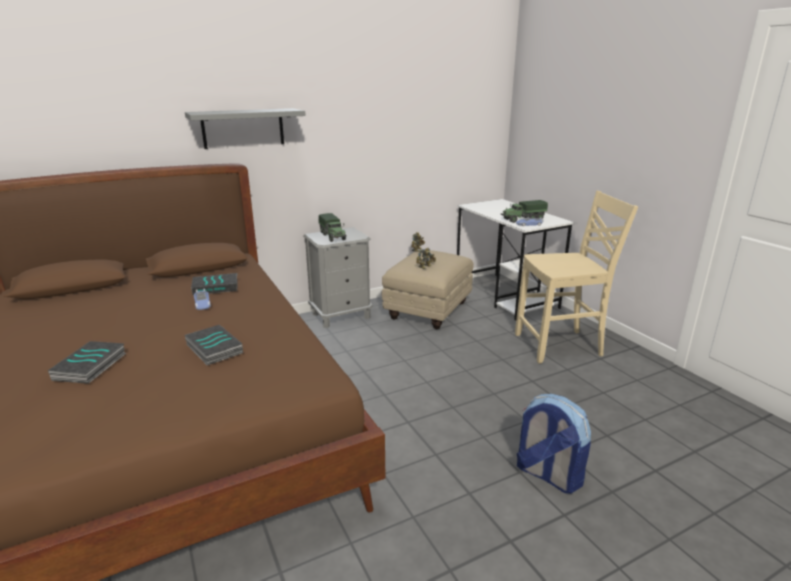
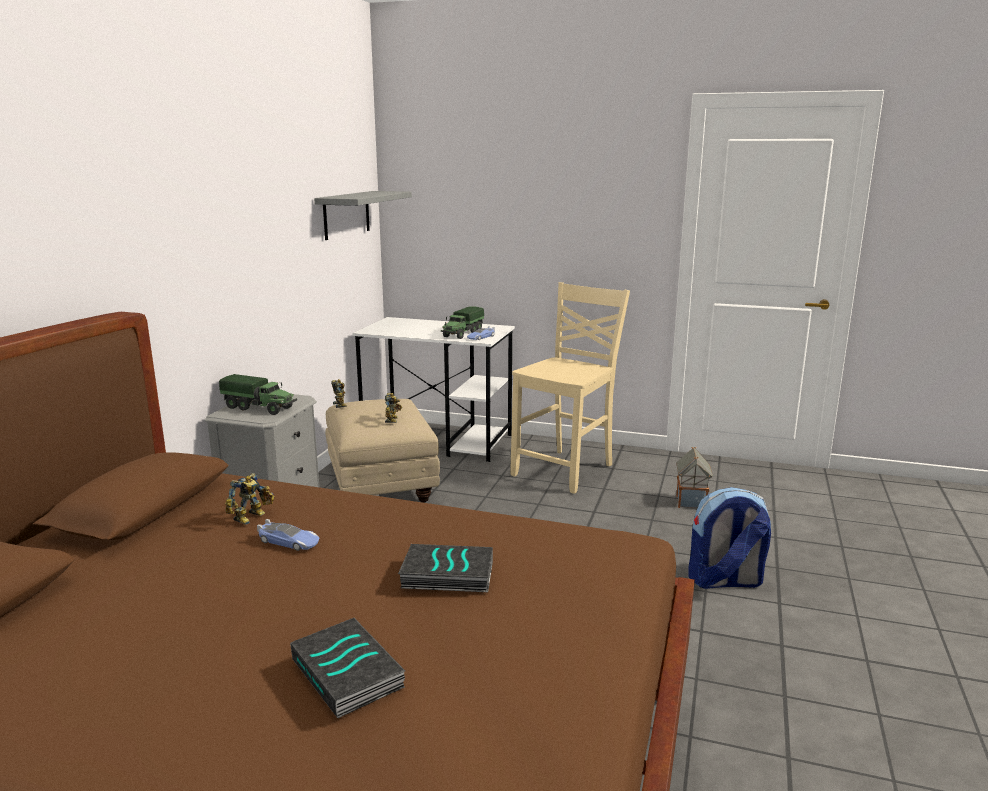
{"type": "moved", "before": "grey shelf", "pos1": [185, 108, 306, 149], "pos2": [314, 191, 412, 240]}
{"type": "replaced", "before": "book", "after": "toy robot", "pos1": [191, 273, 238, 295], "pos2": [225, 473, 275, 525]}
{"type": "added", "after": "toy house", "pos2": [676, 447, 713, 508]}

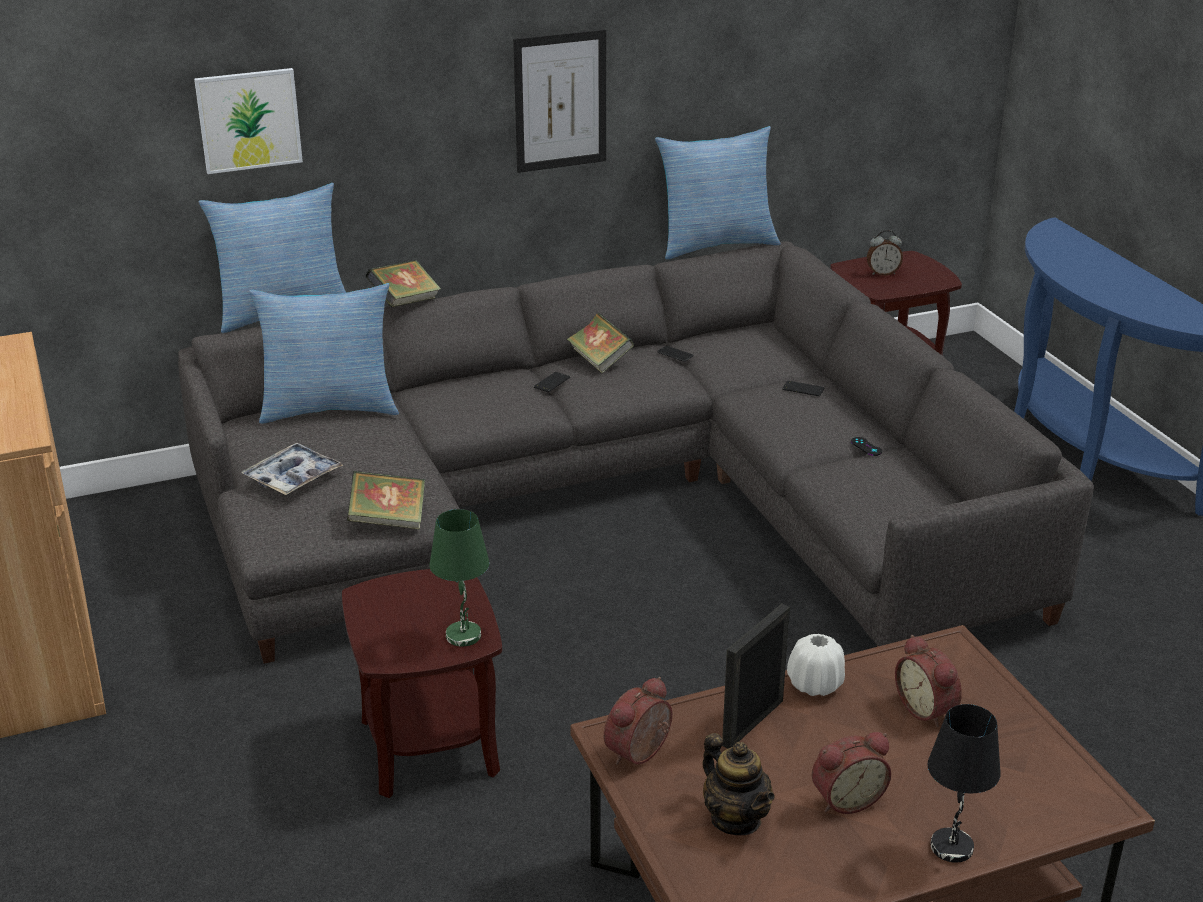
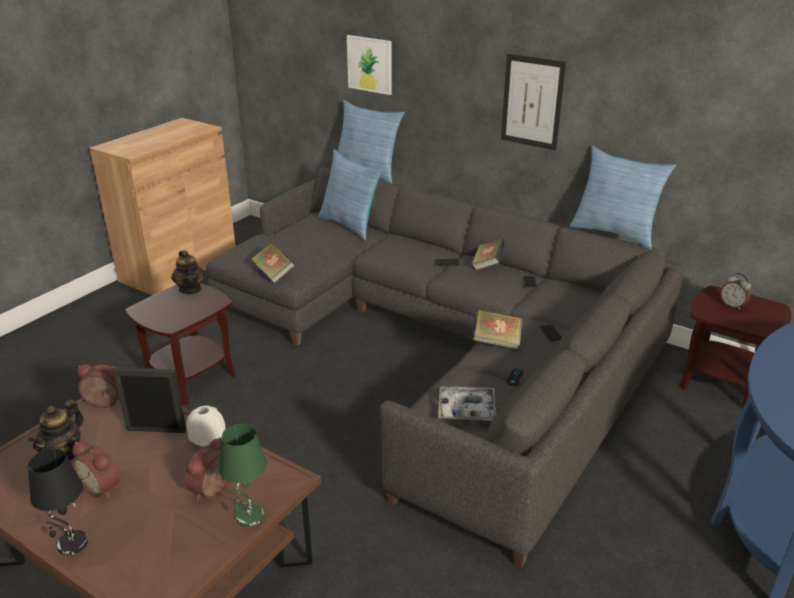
{"type": "moved", "before": "book", "pos1": [365, 260, 441, 307], "pos2": [472, 309, 522, 349]}
{"type": "moved", "before": "tray", "pos1": [242, 443, 343, 495], "pos2": [438, 386, 496, 421]}
{"type": "moved", "before": "green table lamp", "pos1": [430, 509, 489, 647], "pos2": [219, 424, 267, 527]}
{"type": "added", "after": "teapot", "pos2": [171, 250, 205, 294]}

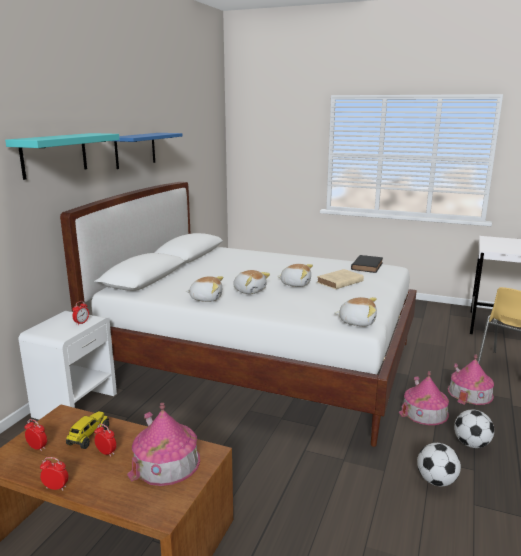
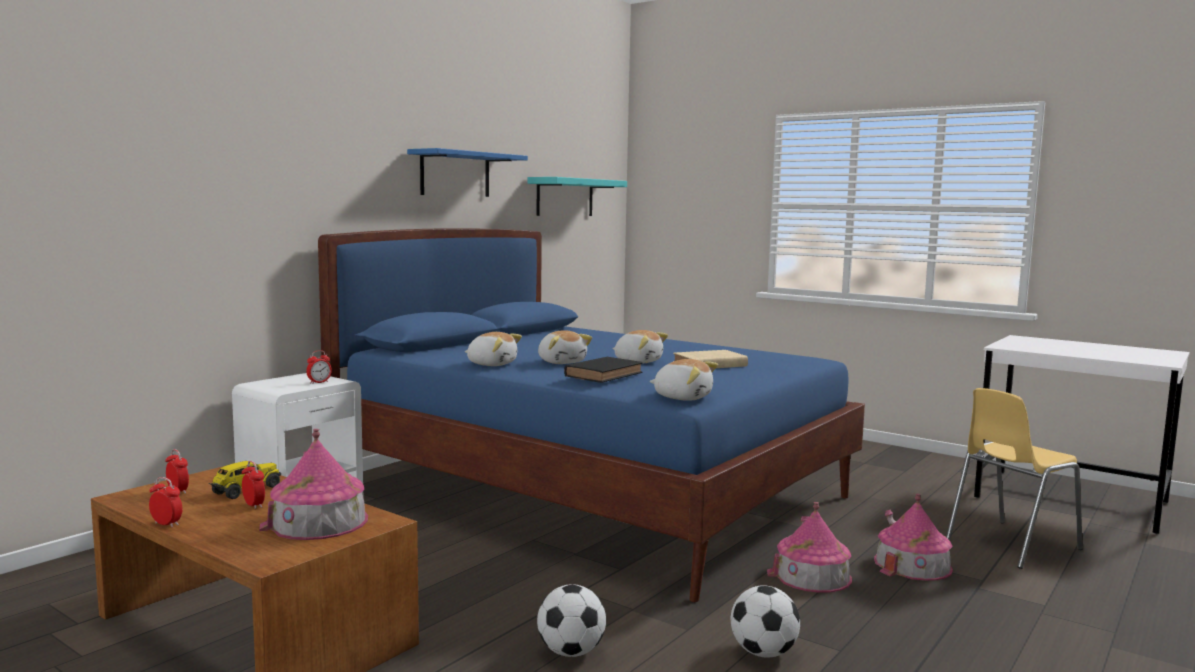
{"type": "moved", "before": "turquoise shelf", "pos1": [5, 133, 120, 180], "pos2": [528, 177, 627, 216]}
{"type": "recoloured", "before": "white bed", "after": "blue bed", "pos1": [60, 182, 417, 447], "pos2": [318, 228, 865, 602]}
{"type": "moved", "before": "black book", "pos1": [351, 255, 383, 273], "pos2": [564, 357, 643, 383]}
{"type": "moved", "before": "football", "pos1": [454, 410, 494, 448], "pos2": [537, 584, 606, 657]}

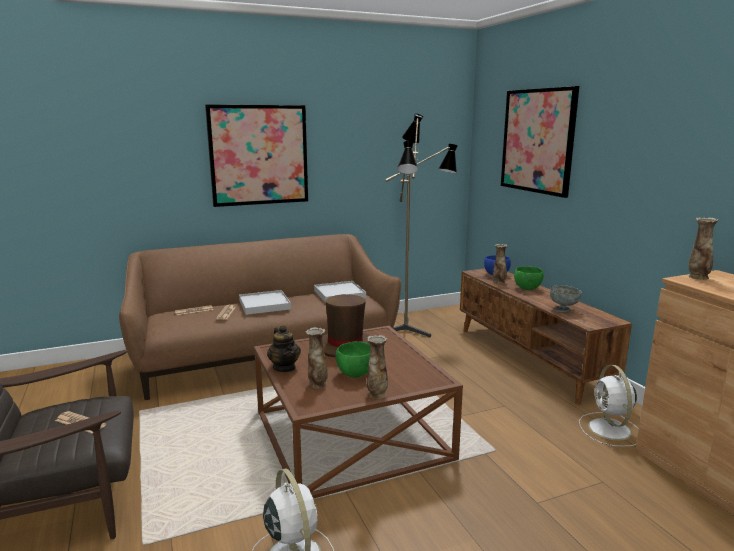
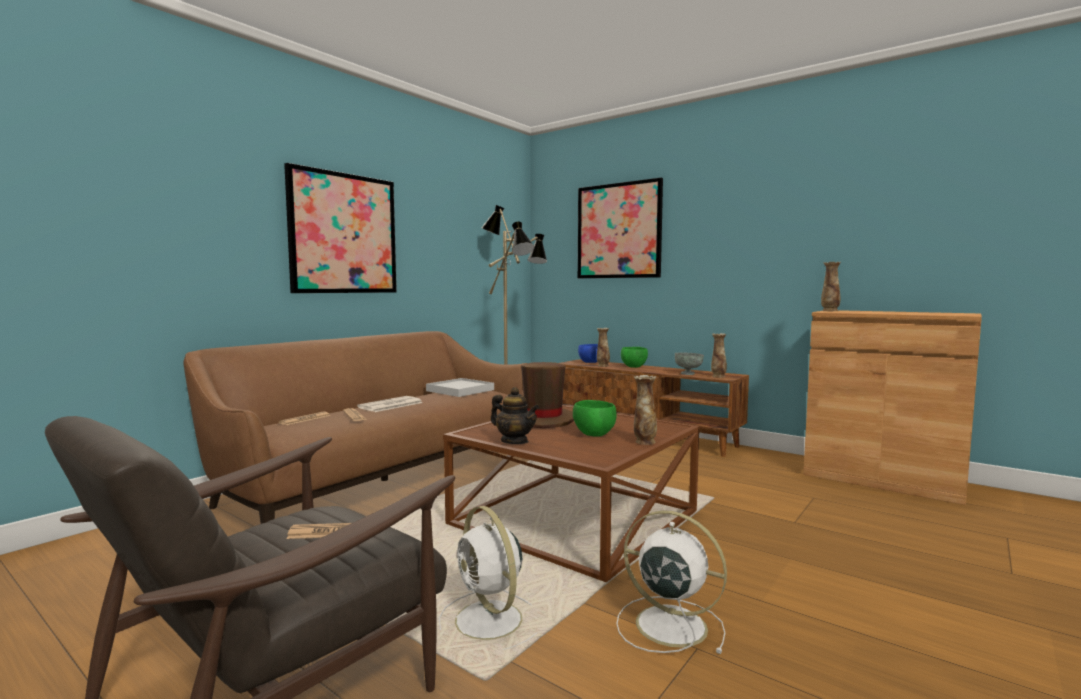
{"type": "replaced", "before": "white tray", "after": "newspaper", "pos1": [239, 290, 291, 315], "pos2": [357, 396, 423, 412]}
{"type": "moved", "before": "vase", "pos1": [305, 327, 328, 388], "pos2": [711, 333, 727, 378]}
{"type": "moved", "before": "white fan", "pos1": [579, 365, 639, 447], "pos2": [439, 506, 538, 650]}

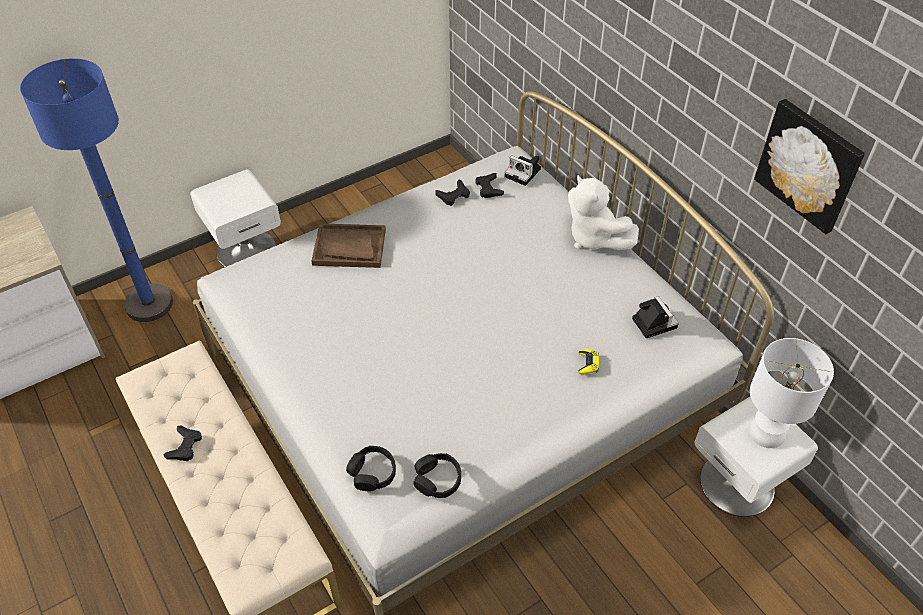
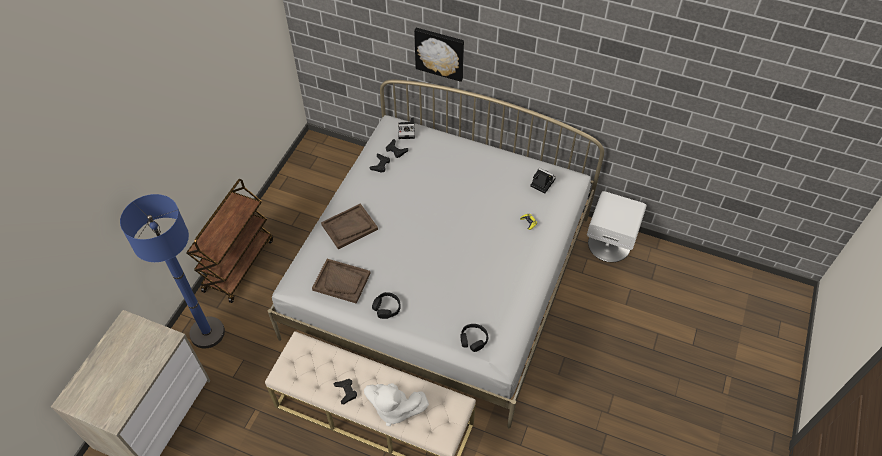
{"type": "moved", "before": "picture", "pos1": [754, 99, 865, 234], "pos2": [414, 28, 464, 82]}
{"type": "replaced", "before": "white nightstand", "after": "brown cart", "pos1": [190, 169, 281, 267], "pos2": [187, 179, 273, 303]}
{"type": "moved", "before": "white plush toy", "pos1": [568, 175, 639, 250], "pos2": [364, 383, 429, 426]}
{"type": "removed", "before": "white table lamp", "pos1": [749, 338, 834, 448]}
{"type": "moved", "before": "black headphones", "pos1": [414, 453, 461, 498], "pos2": [372, 292, 401, 319]}
{"type": "added", "after": "brown tray", "pos2": [312, 259, 371, 304]}

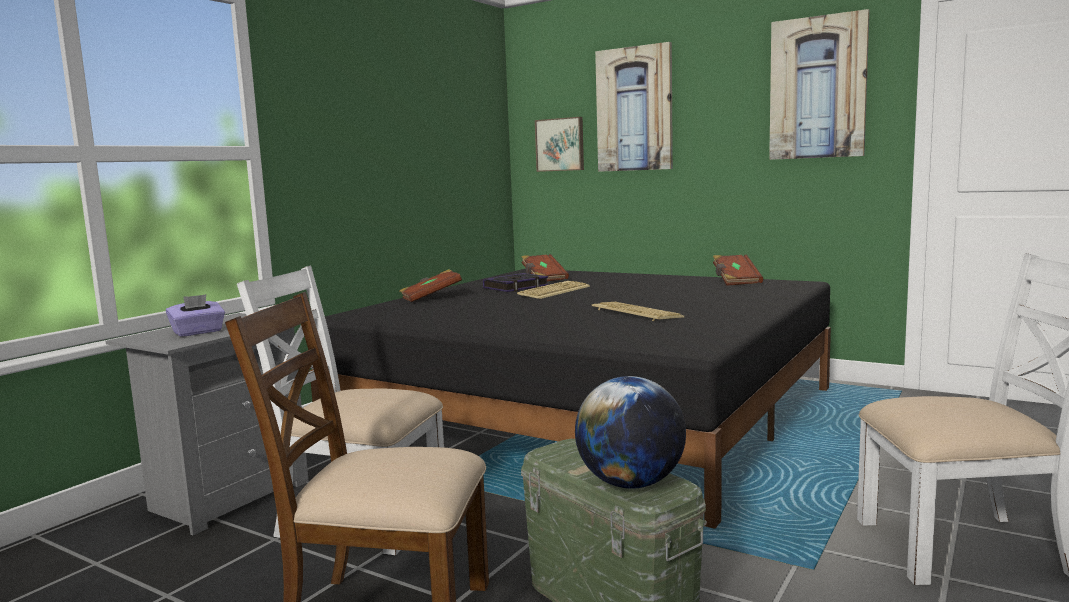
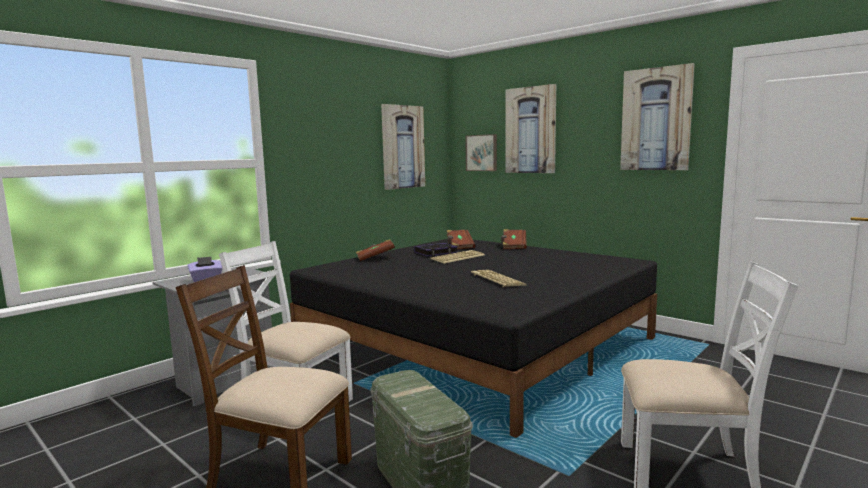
{"type": "moved", "before": "brown book", "pos1": [713, 255, 763, 286], "pos2": [501, 229, 527, 249]}
{"type": "removed", "before": "globe", "pos1": [575, 376, 686, 489]}
{"type": "added", "after": "picture", "pos2": [381, 104, 425, 190]}

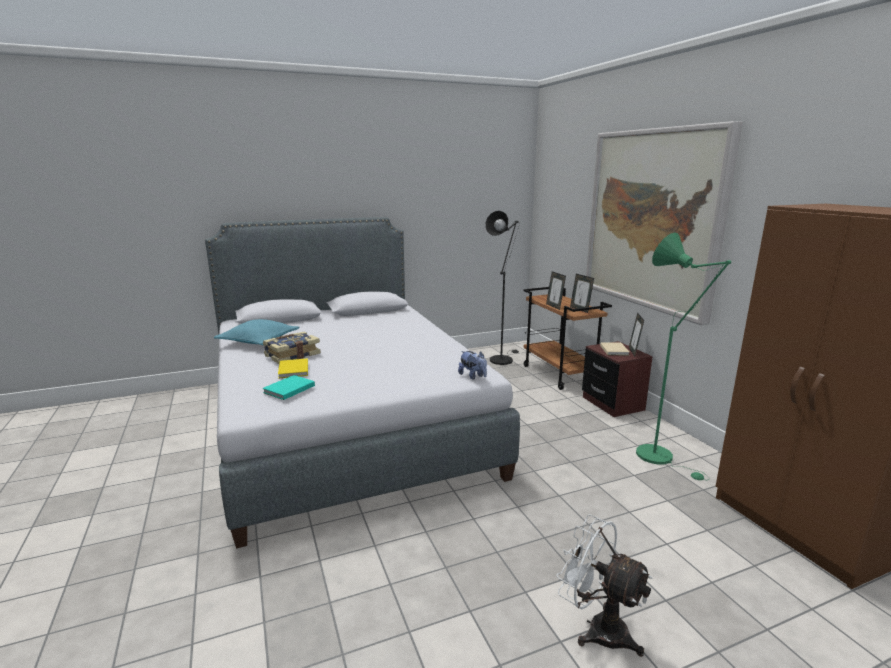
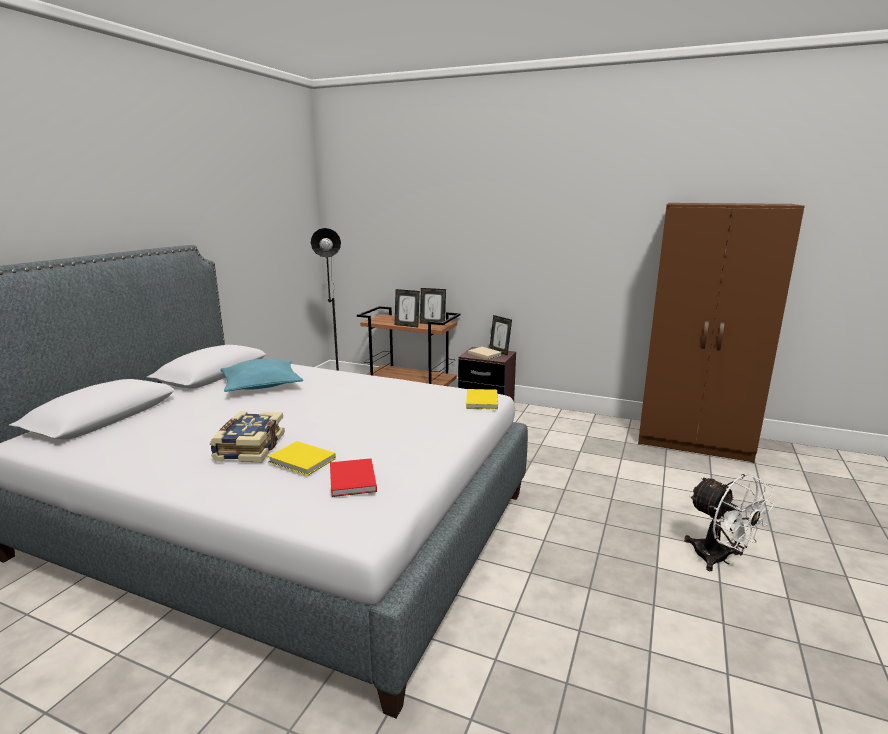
{"type": "removed", "before": "picture", "pos1": [586, 121, 743, 325]}
{"type": "removed", "before": "green floor lamp", "pos1": [636, 233, 731, 481]}
{"type": "moved", "before": "turquoise pillow", "pos1": [214, 319, 299, 345], "pos2": [221, 359, 303, 392]}
{"type": "replaced", "before": "plush toy", "after": "yellow book", "pos1": [458, 351, 487, 379], "pos2": [466, 389, 498, 409]}
{"type": "recoloured", "before": "turquoise book", "after": "red book", "pos1": [262, 375, 315, 400], "pos2": [330, 458, 377, 497]}
{"type": "turned", "before": "white fan", "pos1": [556, 514, 653, 657], "pos2": [684, 474, 774, 571], "turn": -120}

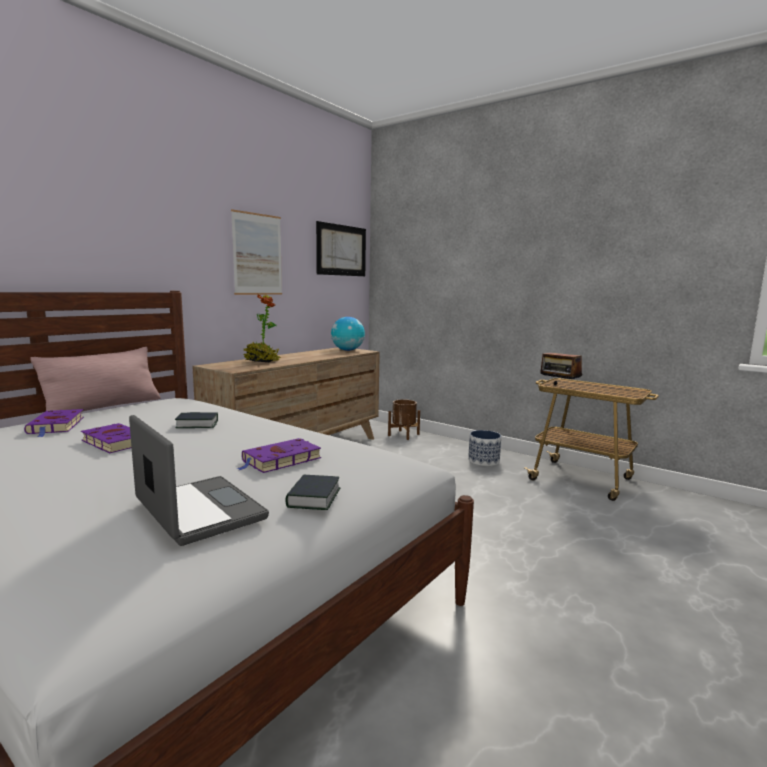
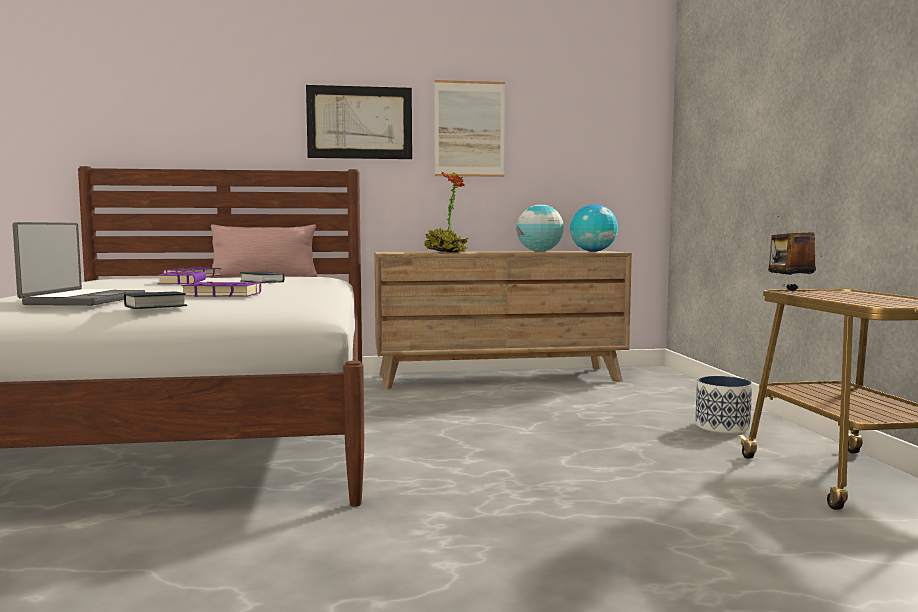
{"type": "moved", "before": "picture", "pos1": [316, 221, 366, 276], "pos2": [306, 85, 412, 159]}
{"type": "removed", "before": "brown planter", "pos1": [388, 399, 420, 440]}
{"type": "added", "after": "globe", "pos2": [516, 204, 564, 252]}

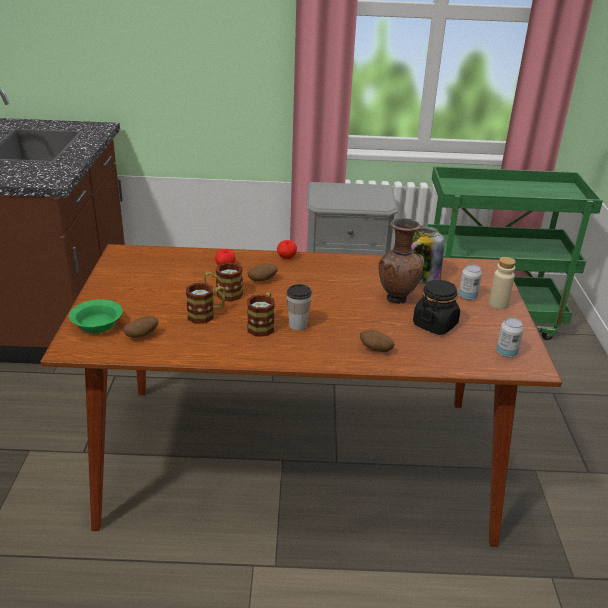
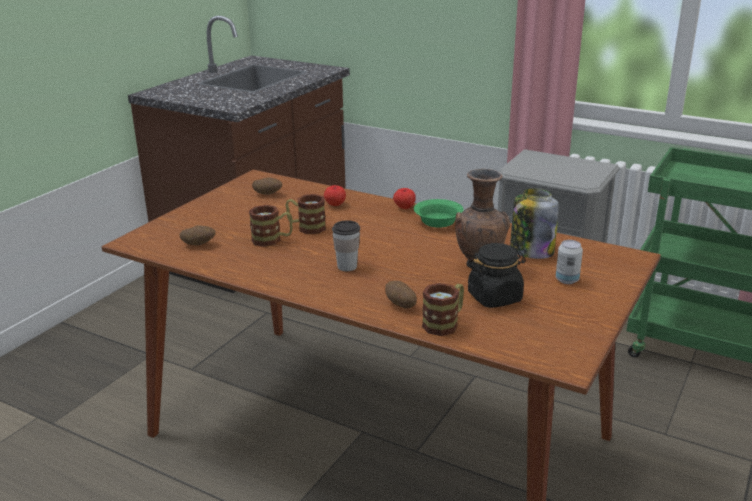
{"type": "removed", "before": "beige bottle", "pos1": [489, 257, 516, 309]}
{"type": "moved", "before": "potato", "pos1": [248, 264, 278, 281], "pos2": [252, 177, 282, 195]}
{"type": "moved", "before": "mug", "pos1": [247, 292, 275, 337], "pos2": [422, 283, 464, 336]}
{"type": "moved", "before": "green bowl", "pos1": [69, 299, 123, 333], "pos2": [414, 199, 464, 228]}
{"type": "removed", "before": "can", "pos1": [496, 318, 524, 358]}

